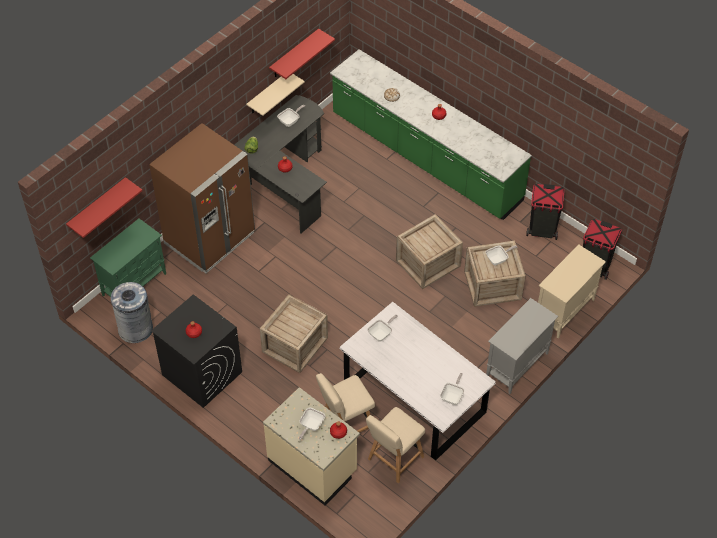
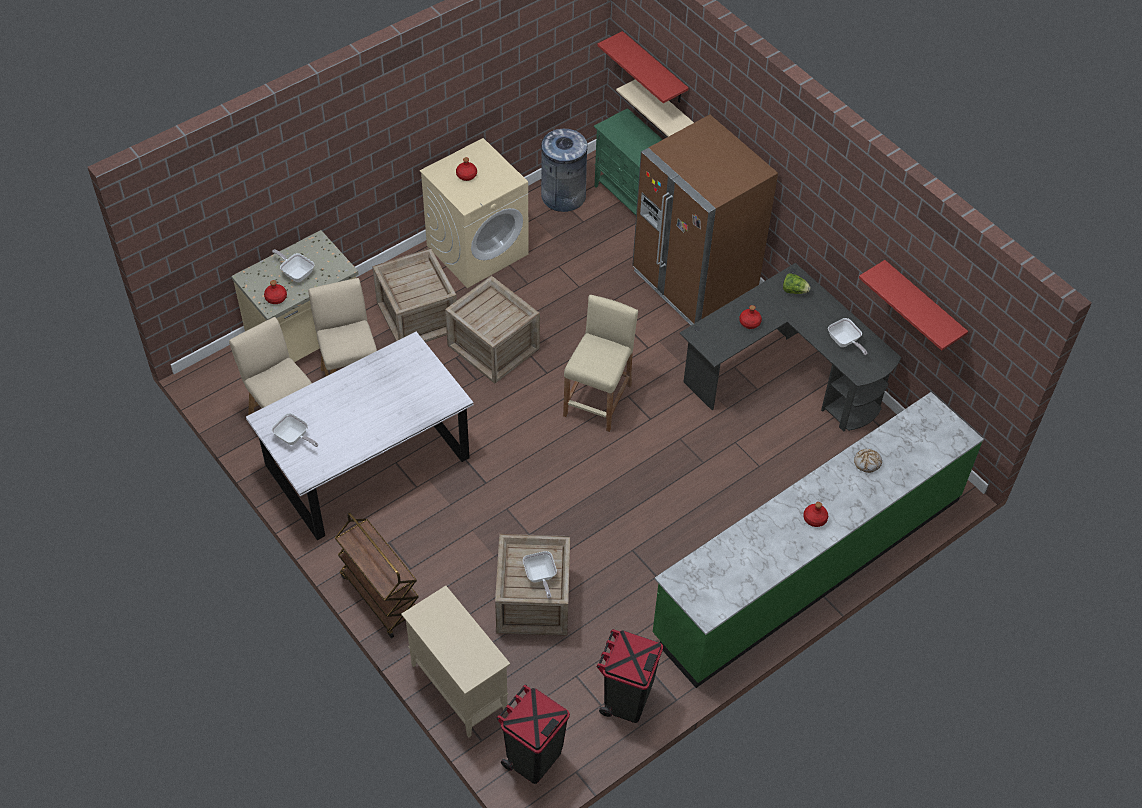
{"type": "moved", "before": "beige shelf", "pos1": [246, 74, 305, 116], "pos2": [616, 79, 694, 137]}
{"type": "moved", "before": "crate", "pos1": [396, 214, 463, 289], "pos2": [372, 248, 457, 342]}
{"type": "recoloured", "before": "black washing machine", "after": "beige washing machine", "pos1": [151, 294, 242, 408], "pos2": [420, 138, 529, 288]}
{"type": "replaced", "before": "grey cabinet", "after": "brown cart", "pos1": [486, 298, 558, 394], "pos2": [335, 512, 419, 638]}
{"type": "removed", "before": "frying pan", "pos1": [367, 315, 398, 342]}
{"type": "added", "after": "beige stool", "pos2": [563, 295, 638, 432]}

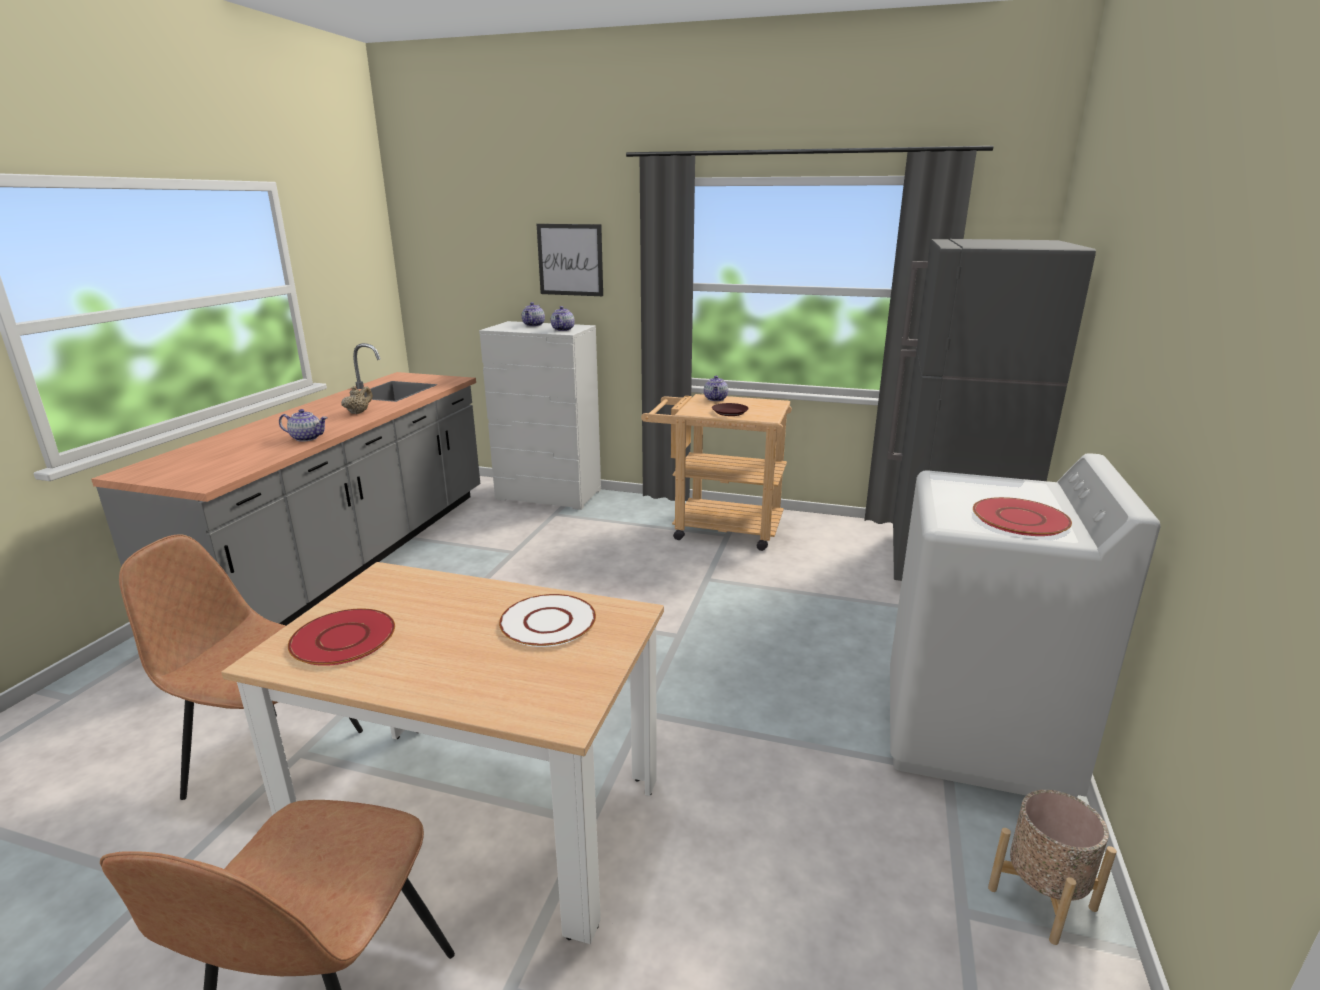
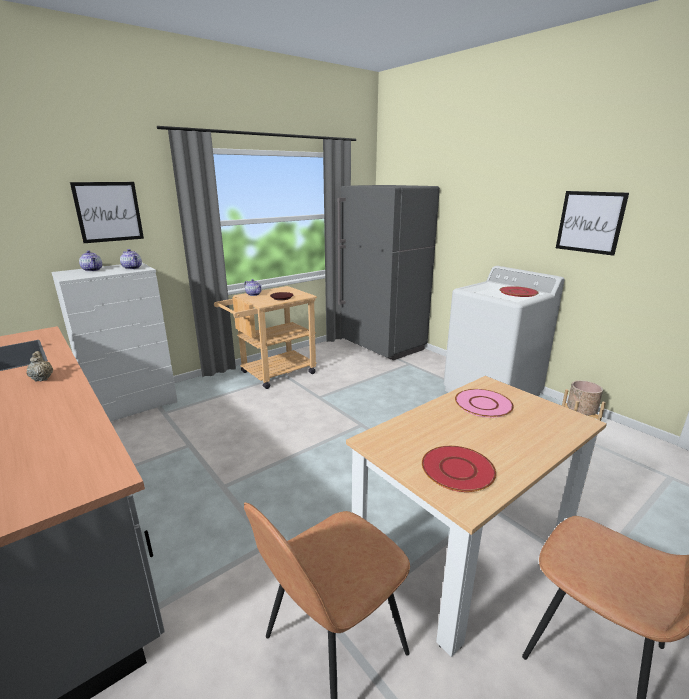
{"type": "removed", "before": "teapot", "pos1": [279, 409, 328, 442]}
{"type": "recoloured", "before": "white plate", "after": "pink plate", "pos1": [499, 594, 596, 647], "pos2": [455, 389, 514, 418]}
{"type": "added", "after": "picture", "pos2": [556, 191, 629, 256]}

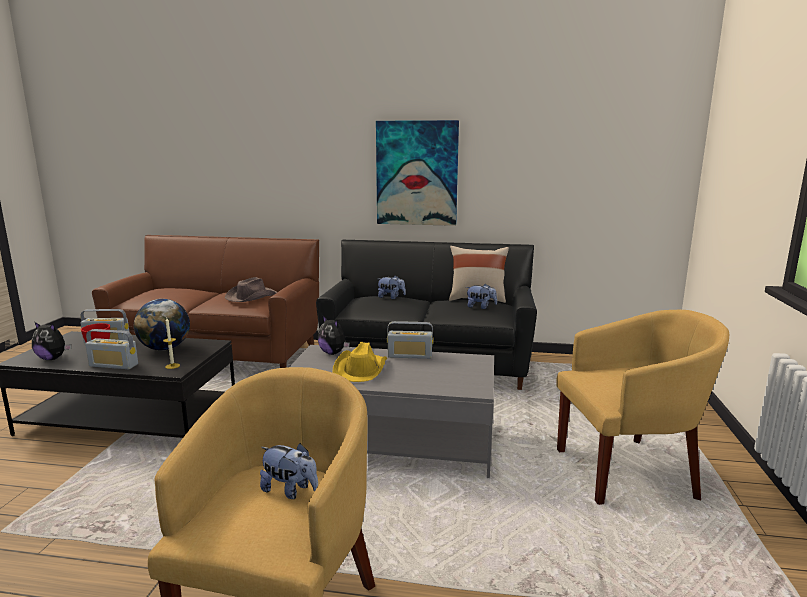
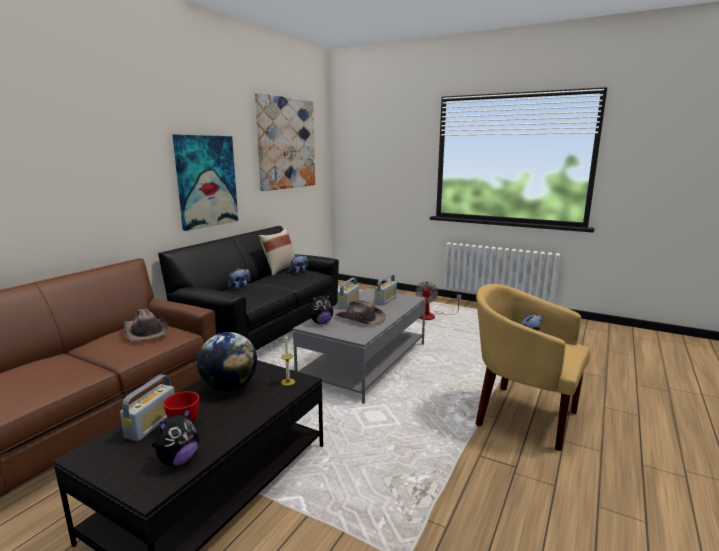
{"type": "replaced", "before": "yellow armchair", "after": "fan", "pos1": [556, 310, 729, 505], "pos2": [415, 282, 461, 320]}
{"type": "moved", "before": "radio", "pos1": [85, 329, 138, 369], "pos2": [375, 274, 397, 305]}
{"type": "recoloured", "before": "yellow hat", "after": "brown hat", "pos1": [332, 342, 387, 382], "pos2": [335, 300, 386, 325]}
{"type": "added", "after": "picture", "pos2": [255, 93, 315, 191]}

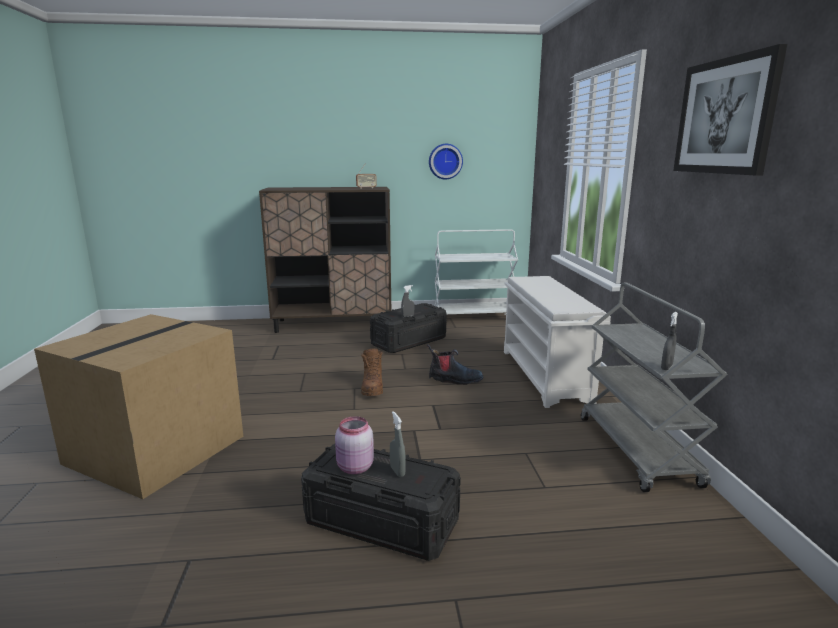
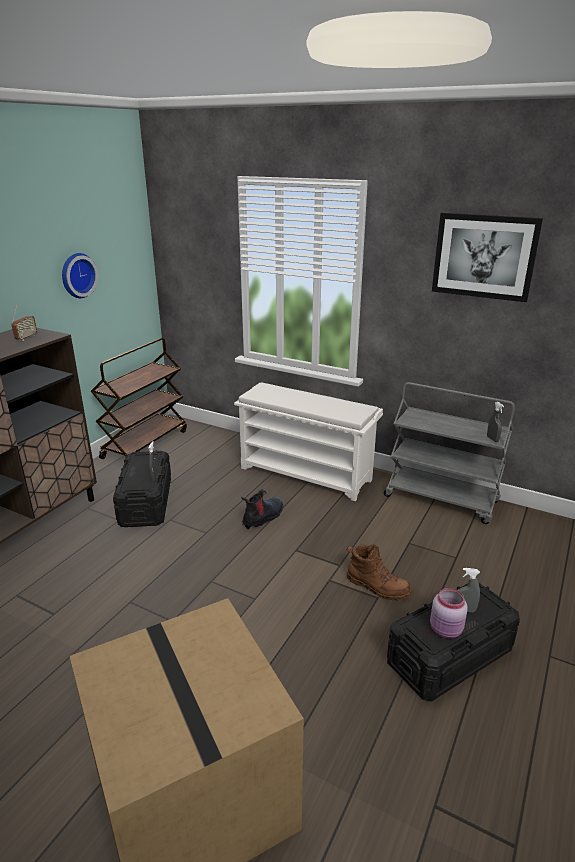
{"type": "recoloured", "before": "white cart", "after": "brown cart", "pos1": [435, 229, 518, 315], "pos2": [91, 338, 187, 459]}
{"type": "moved", "before": "brown boot", "pos1": [361, 348, 383, 396], "pos2": [346, 544, 412, 600]}

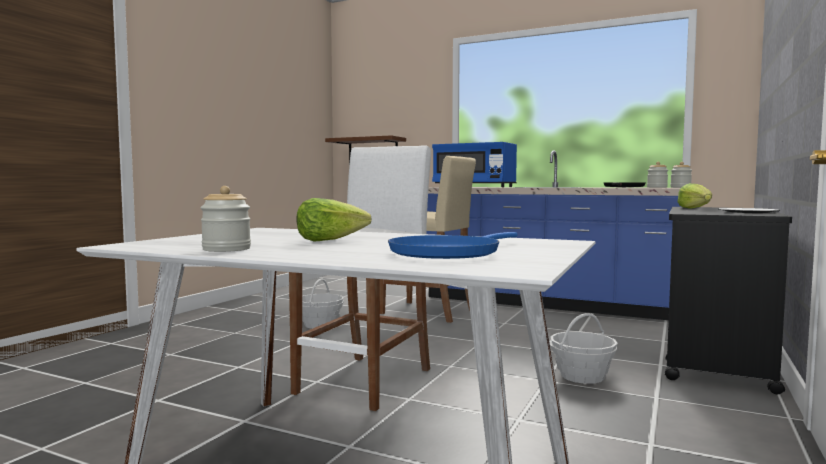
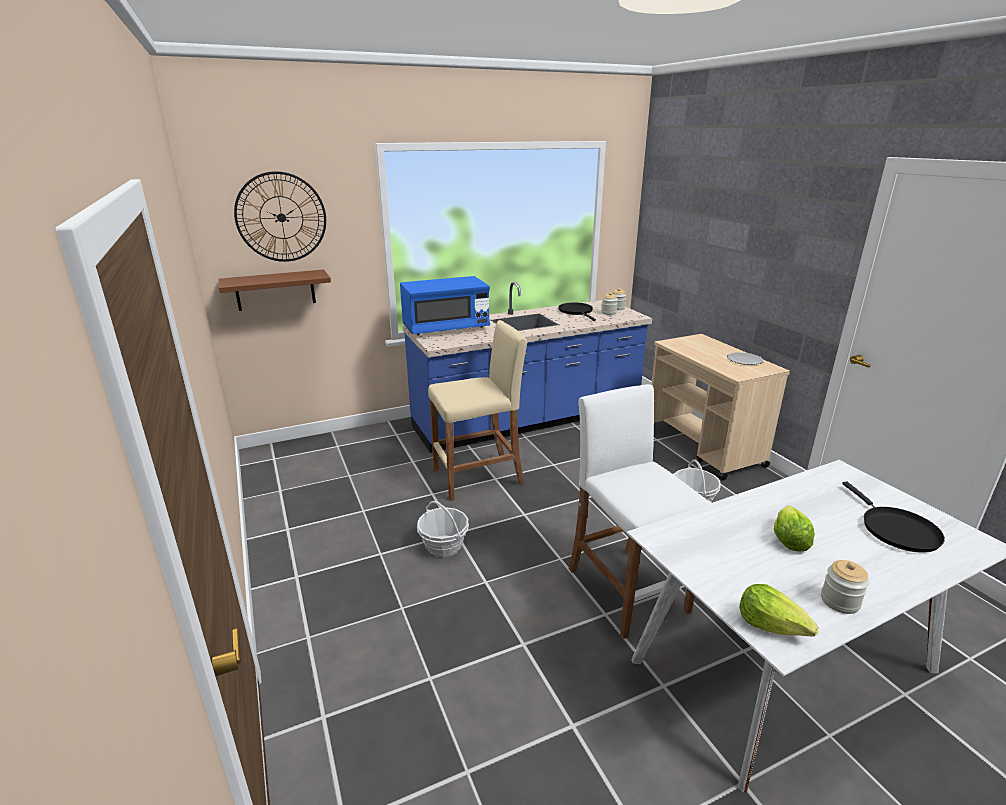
{"type": "moved", "before": "lettuce", "pos1": [677, 183, 712, 209], "pos2": [739, 584, 819, 637]}
{"type": "recoloured", "before": "black cart", "after": "beige cart", "pos1": [665, 207, 792, 394], "pos2": [651, 334, 790, 481]}
{"type": "recoloured", "before": "blue frying pan", "after": "black frying pan", "pos1": [388, 232, 517, 259], "pos2": [842, 482, 945, 553]}
{"type": "added", "after": "wall clock", "pos2": [234, 171, 326, 262]}

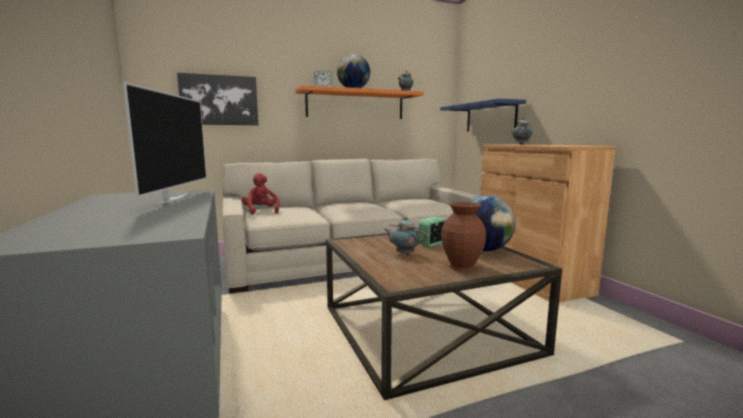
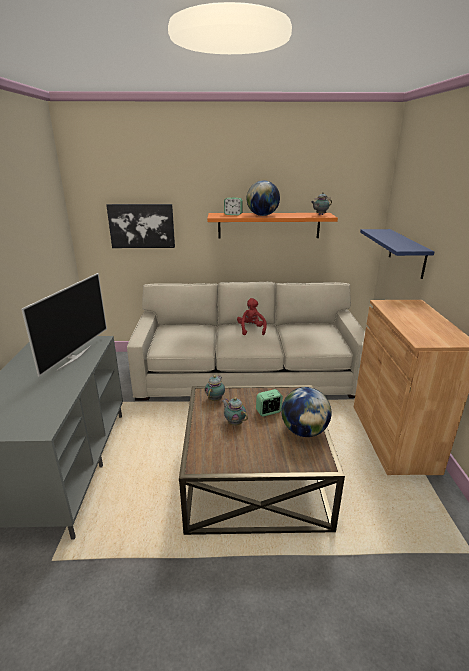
{"type": "moved", "before": "teapot", "pos1": [512, 118, 532, 145], "pos2": [205, 375, 225, 401]}
{"type": "moved", "before": "red plush toy", "pos1": [242, 173, 280, 215], "pos2": [237, 298, 267, 335]}
{"type": "removed", "before": "brown vase", "pos1": [441, 202, 486, 271]}

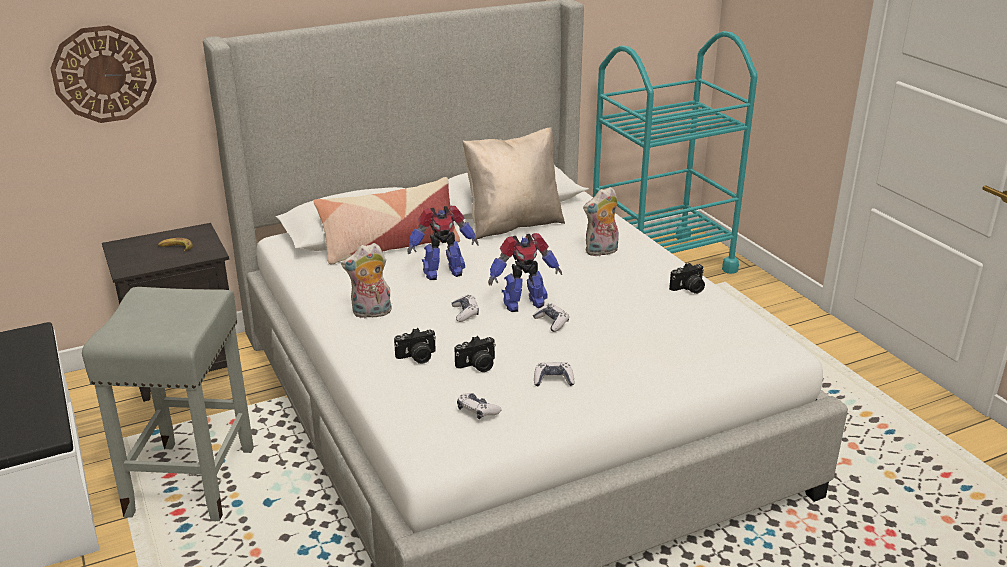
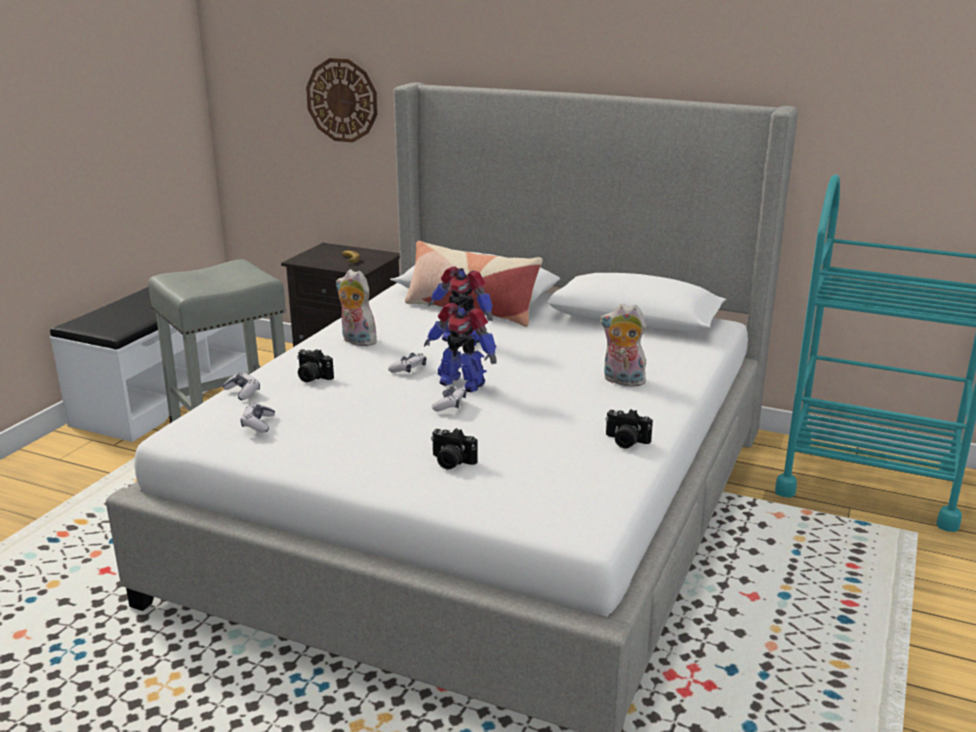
{"type": "removed", "before": "beige pillow", "pos1": [462, 127, 565, 240]}
{"type": "moved", "before": "photo camera", "pos1": [455, 336, 496, 372], "pos2": [431, 428, 478, 470]}
{"type": "moved", "before": "game controller", "pos1": [534, 362, 574, 386], "pos2": [223, 373, 260, 400]}

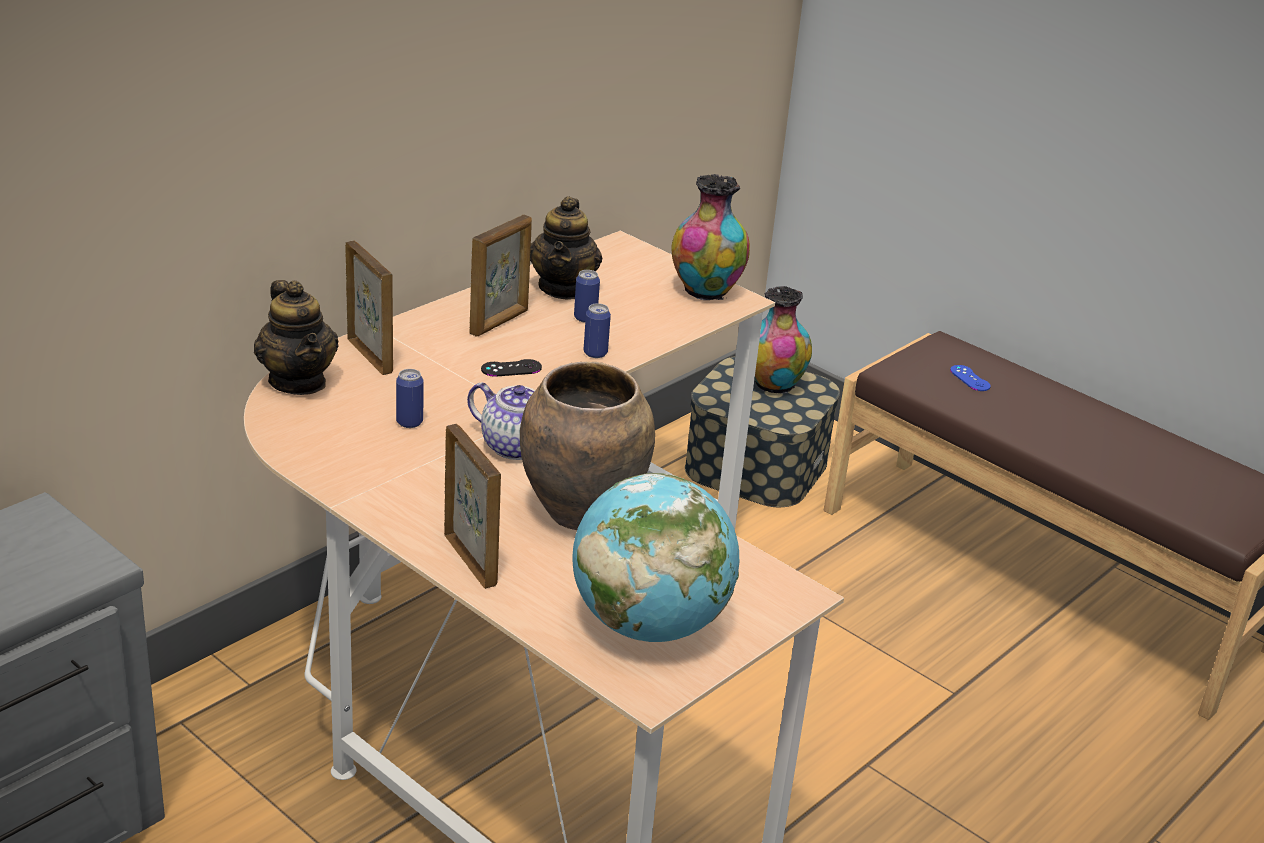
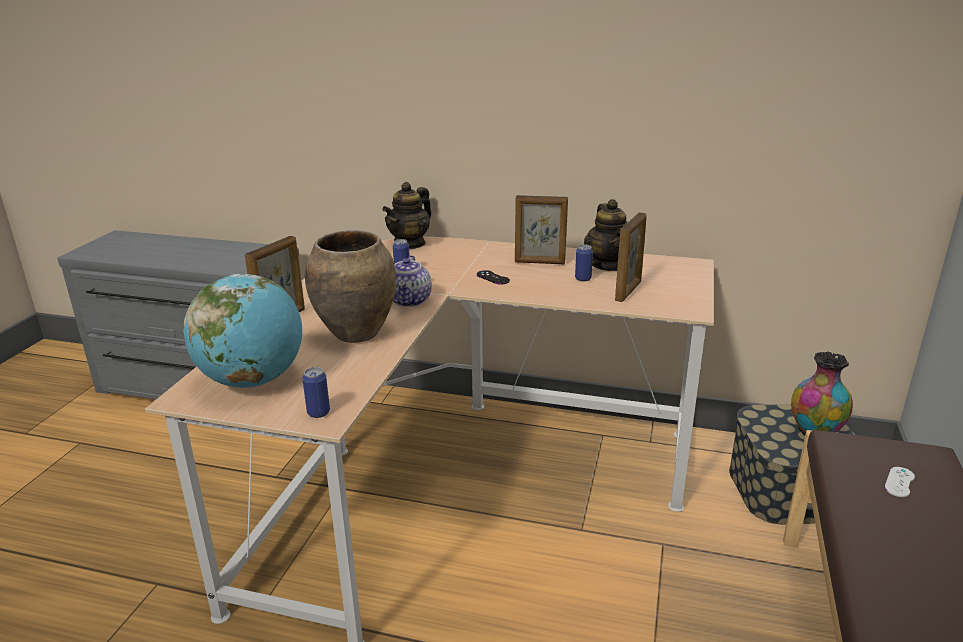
{"type": "removed", "before": "vase", "pos1": [672, 174, 750, 300]}
{"type": "turned", "before": "teapot", "pos1": [530, 196, 602, 300], "pos2": [584, 199, 627, 271], "turn": -75}
{"type": "moved", "before": "picture frame", "pos1": [345, 240, 393, 375], "pos2": [615, 212, 647, 302]}
{"type": "moved", "before": "can", "pos1": [584, 303, 611, 358], "pos2": [302, 367, 330, 418]}
{"type": "recoloured", "before": "blue game controller", "after": "white game controller", "pos1": [950, 365, 991, 391], "pos2": [885, 467, 915, 497]}

